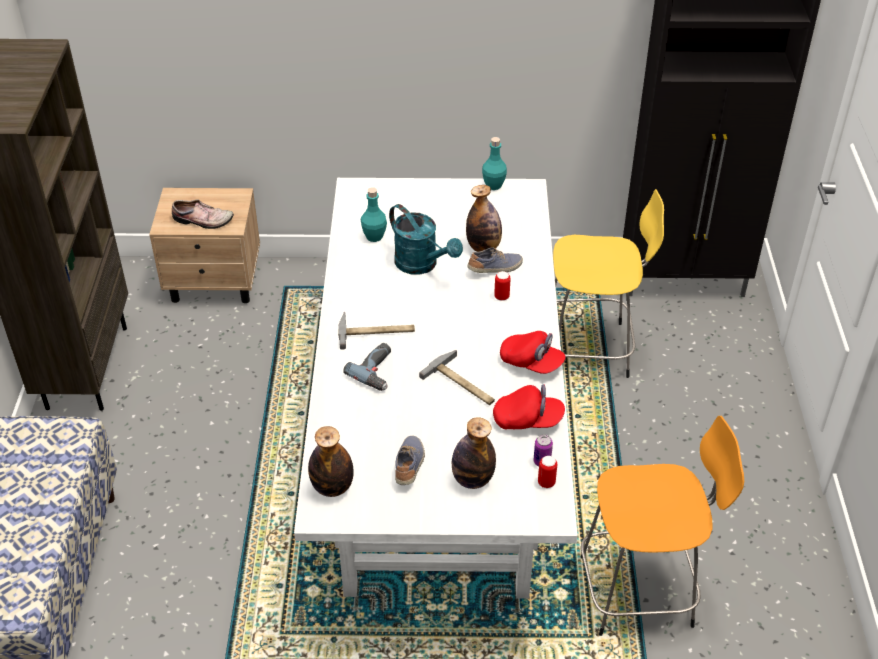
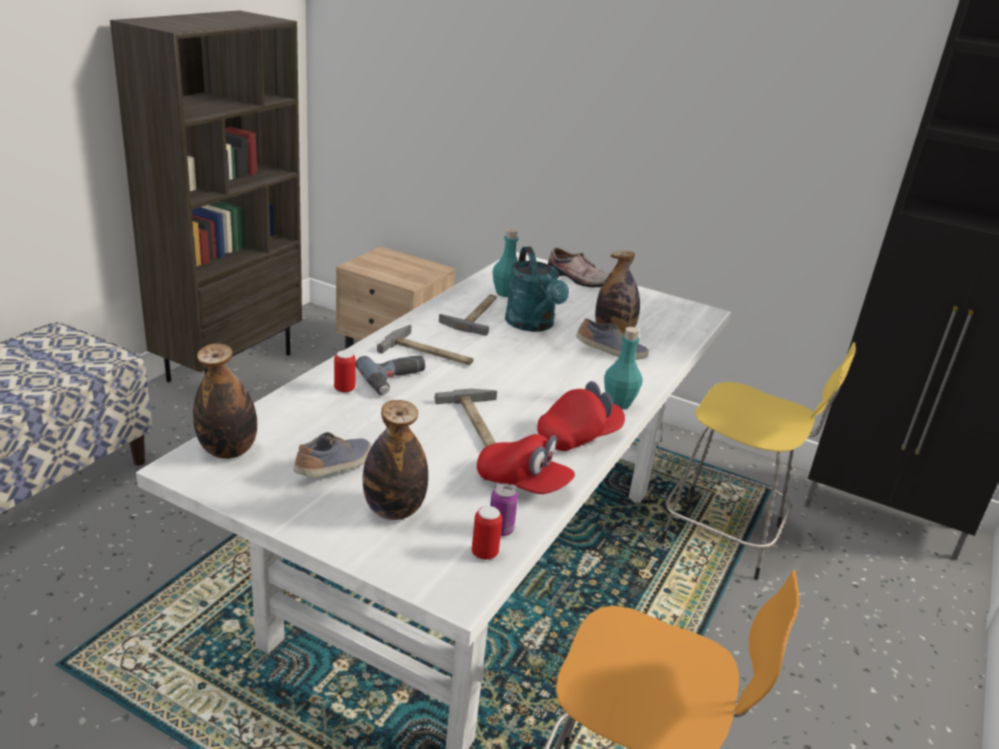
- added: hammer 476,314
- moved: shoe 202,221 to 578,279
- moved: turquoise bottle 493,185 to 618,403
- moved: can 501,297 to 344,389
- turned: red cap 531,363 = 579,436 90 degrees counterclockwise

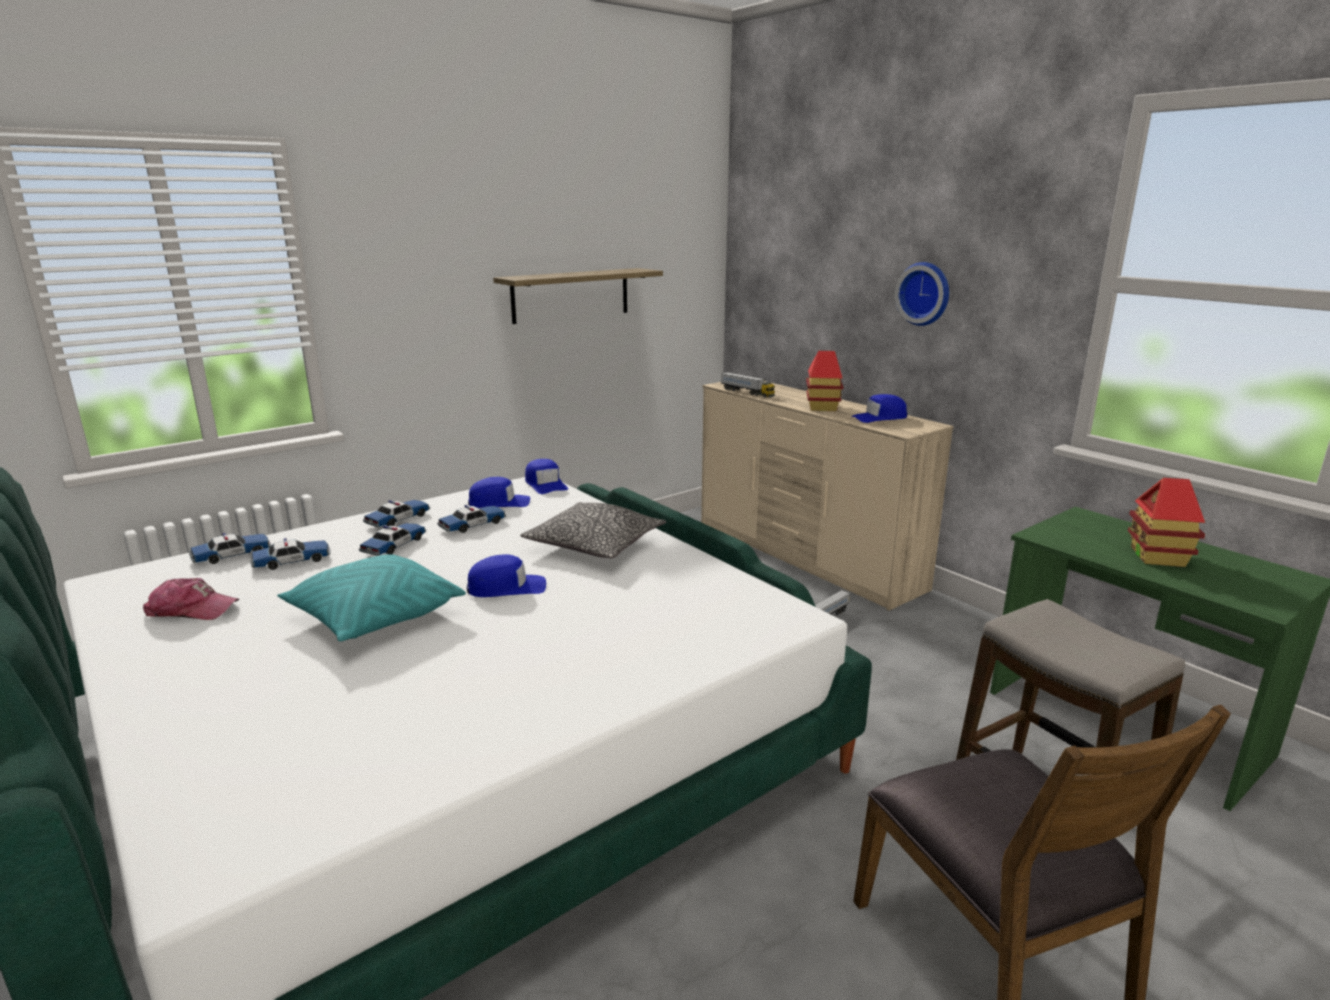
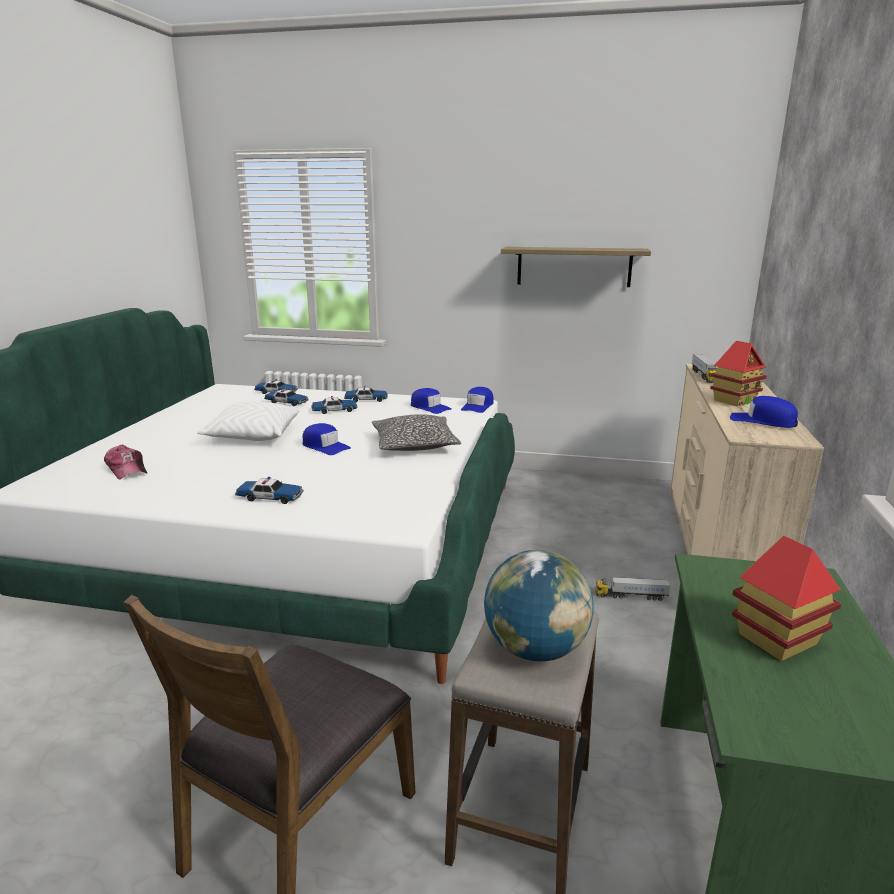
- removed: wall clock 925,293
- added: globe 535,649
- moved: cap 191,610 to 127,469
- moved: toy car 473,525 to 270,497
- recoloured: turquoise pillow 374,617 to white pillow 252,436

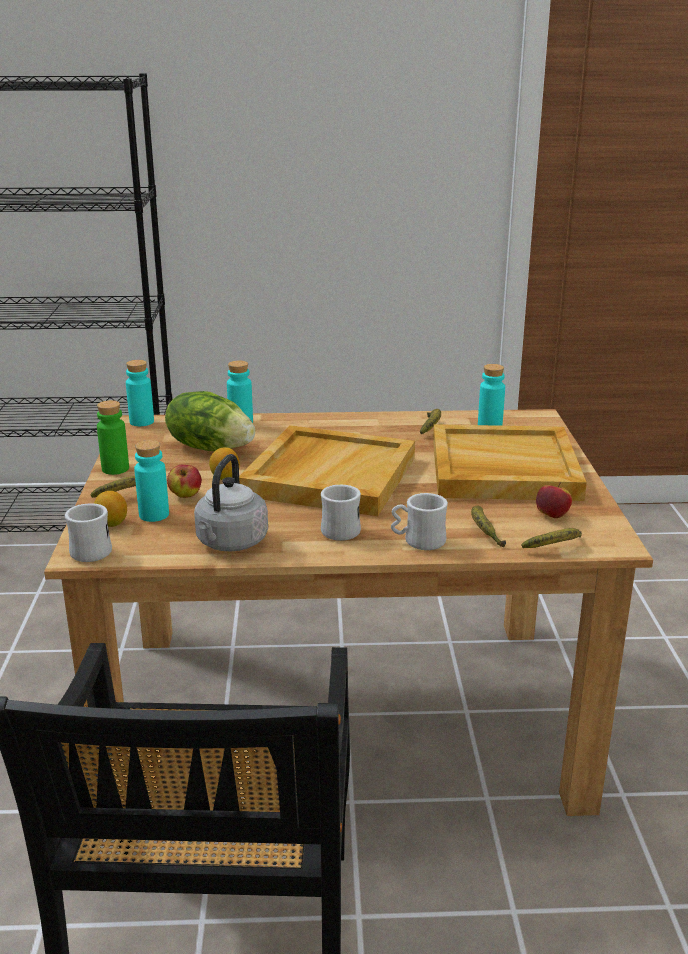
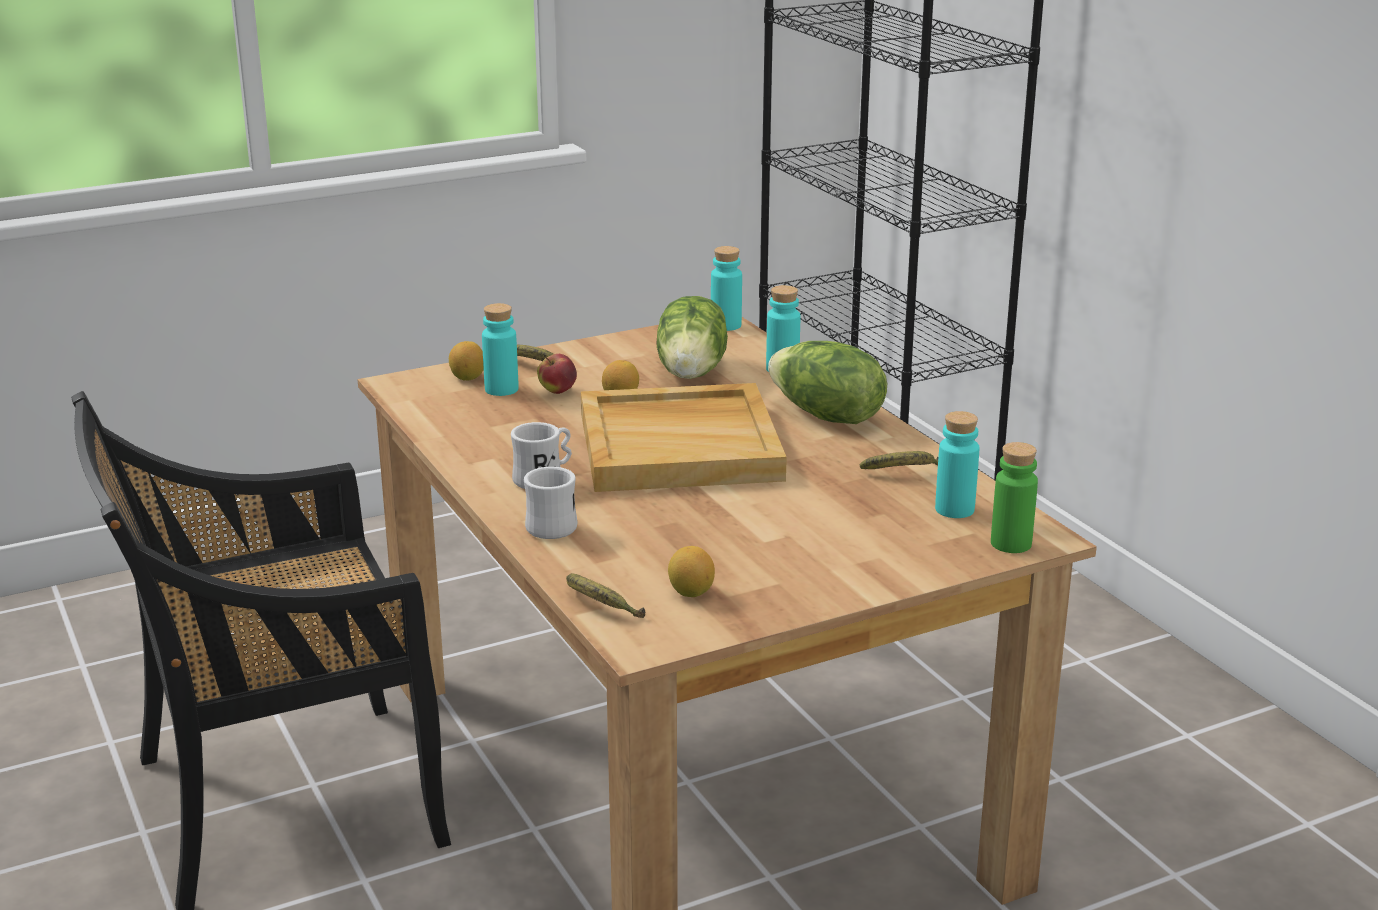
- removed: white mug 89,550
- removed: grey kettle 230,543
- removed: beige tray 502,469
- removed: banana 484,532
- added: lettuce 826,416
- moved: green bottle 115,469 to 1011,544
- replaced: apple 552,515 to lemon 690,592

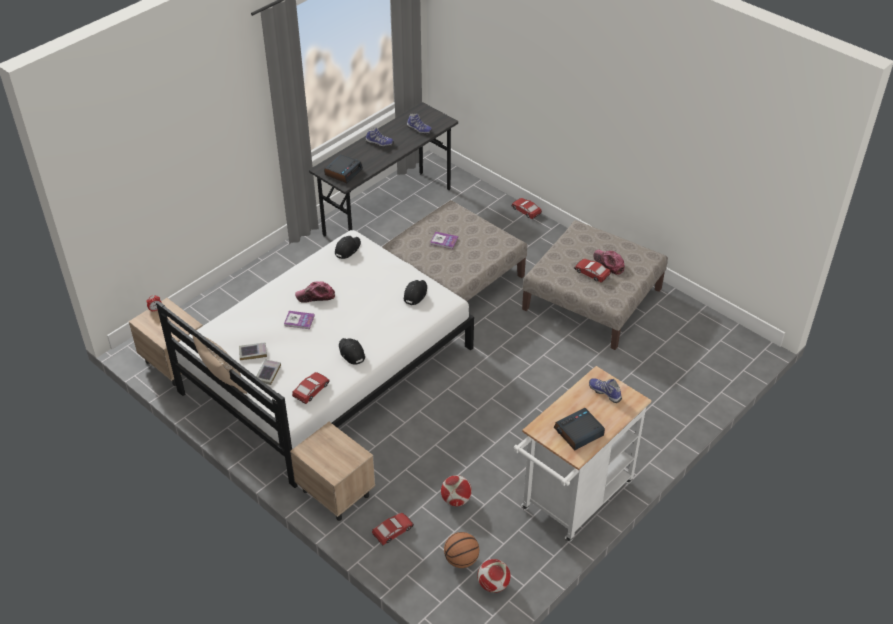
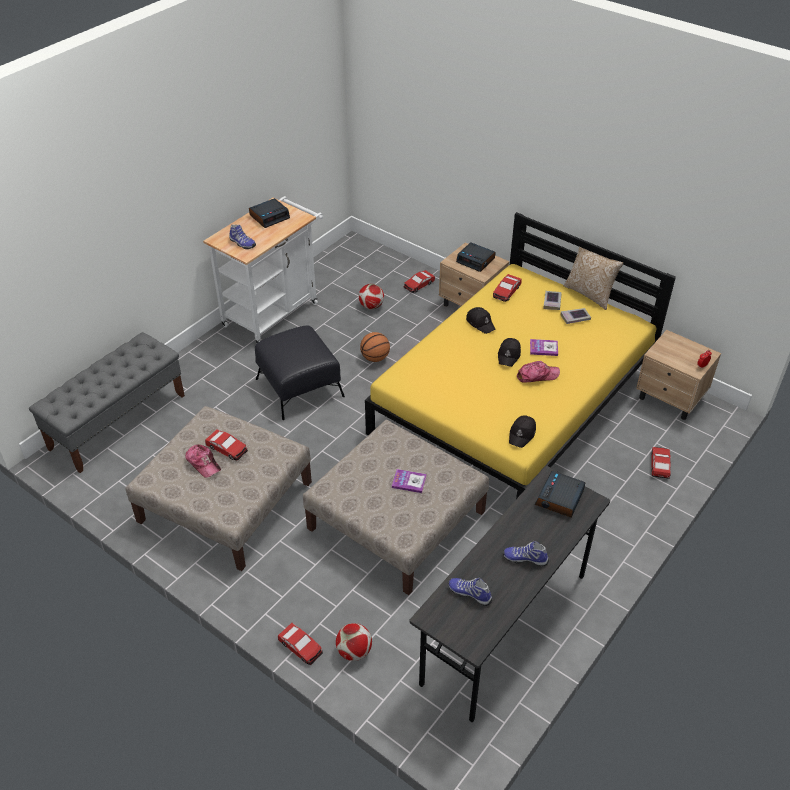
- added: grey bench 118,421
- added: black ottoman 299,388
- added: alarm clock 476,260
- added: toy car 659,465
- moved: black cap 415,294 to 509,355
- moved: basketball 461,560 to 375,358
- moved: football 493,585 to 354,651
- recoloured: white bed 327,369 to yellow bed 513,402

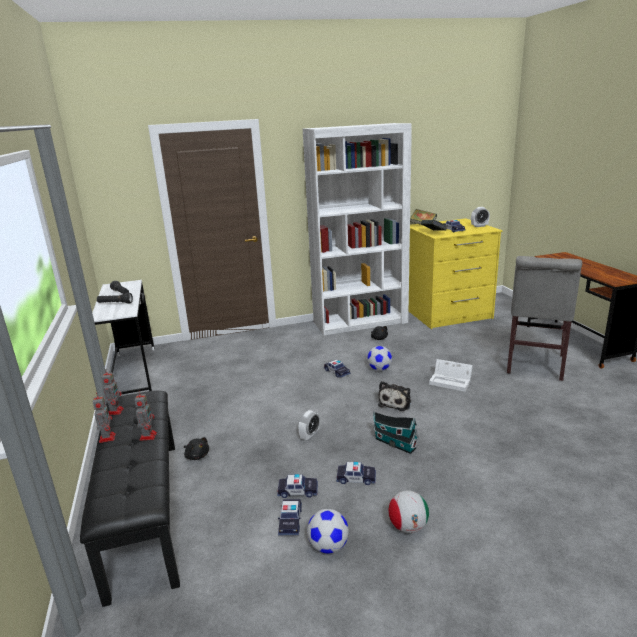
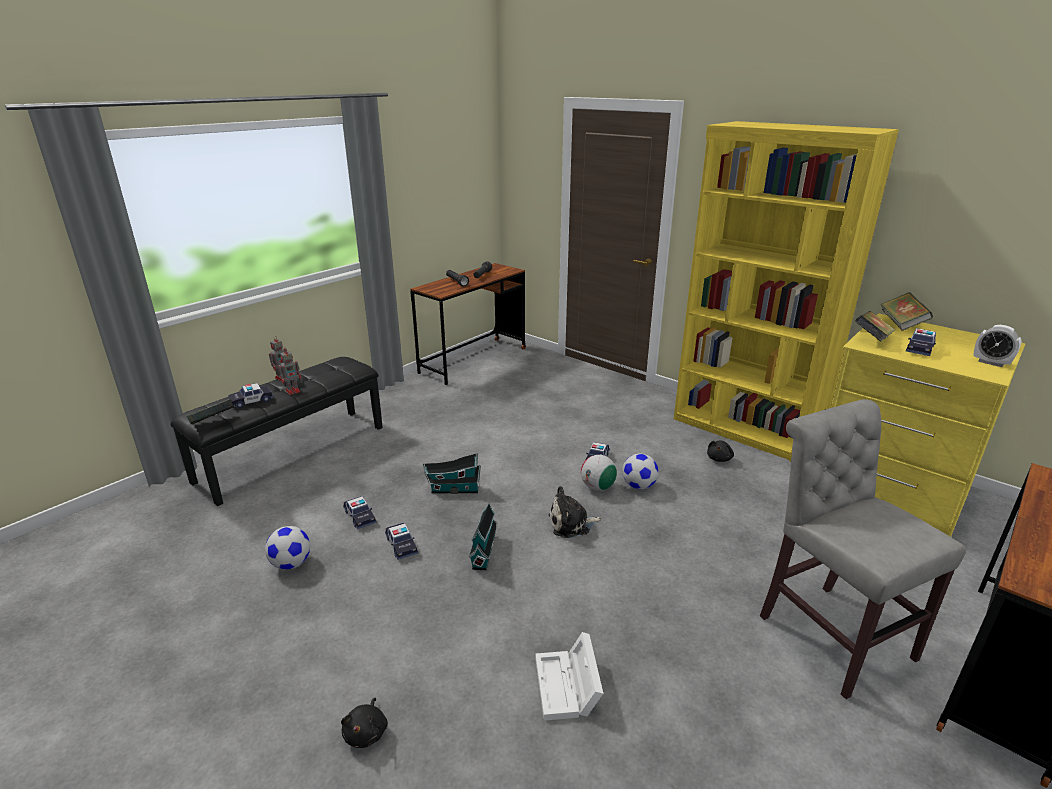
- removed: toy robot 115,411
- added: book 214,423
- moved: black plush toy 197,456 to 367,732
- moved: toy car 290,521 to 251,401
- moved: football 408,527 to 597,487
- moved: white storage box 451,381 to 568,688
- replaced: alarm clock 309,436 to toy house 453,489
- recoloured: white desk 133,375 to brown desk 473,360
- recoloured: white bookcase 360,322 to yellow bookcase 746,430
- turned: grey chair 534,366 = 829,632 75 degrees clockwise

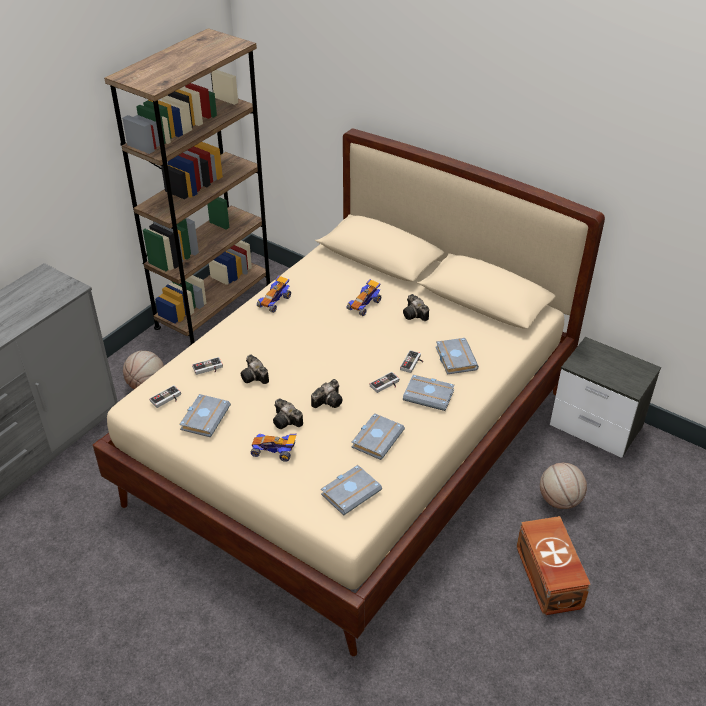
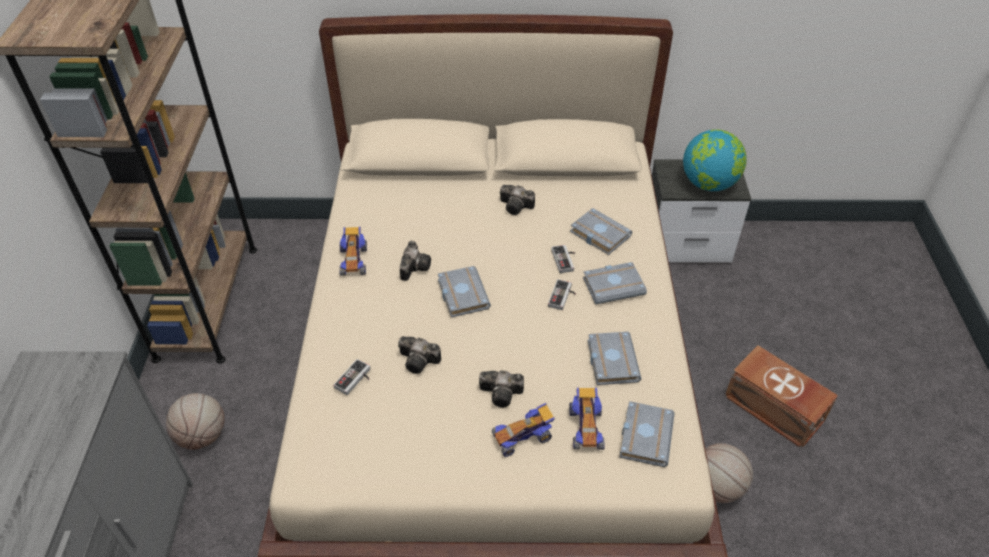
- removed: game controller 167,399
- added: globe 709,184
- moved: grey book 204,417 to 461,294
- moved: photo camera 329,401 to 414,266
- moved: toy car 364,304 to 586,427
- moved: basketball 559,500 to 716,488

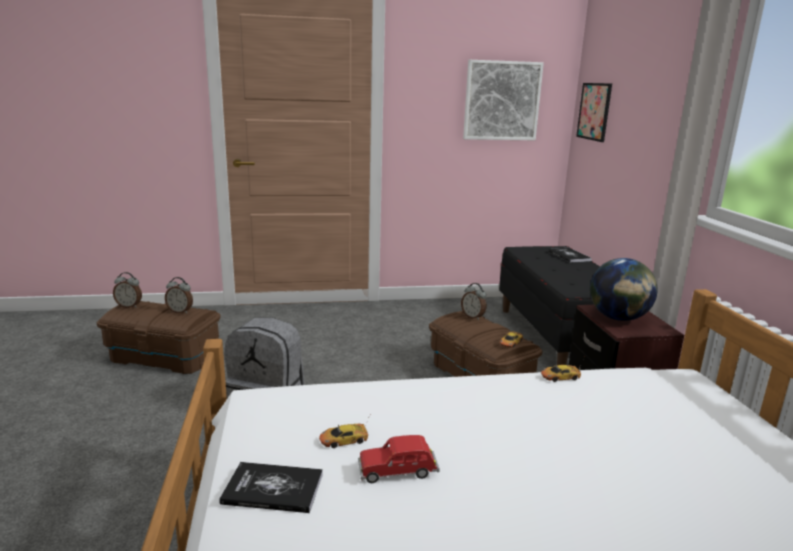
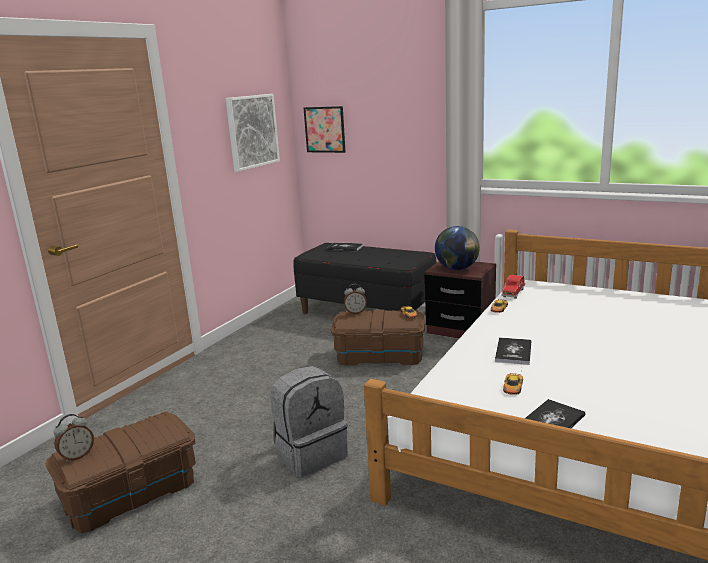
- removed: alarm clock 180,311
- added: book 513,352
- moved: red toy car 398,472 to 513,293

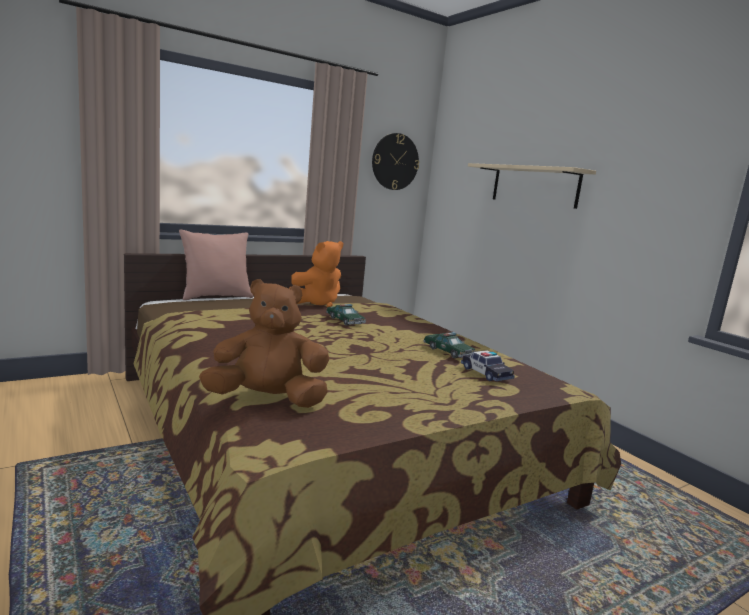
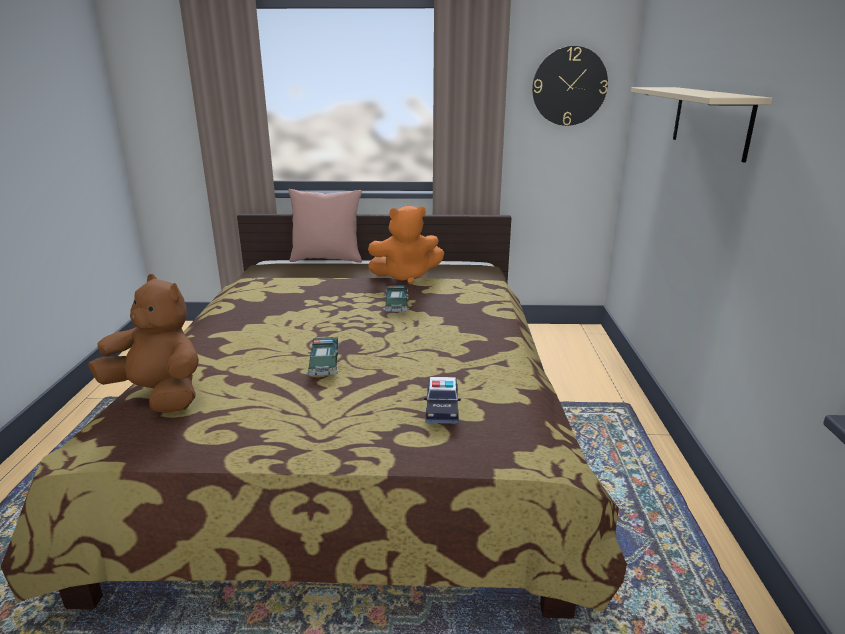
- moved: toy car 448,351 to 324,363

